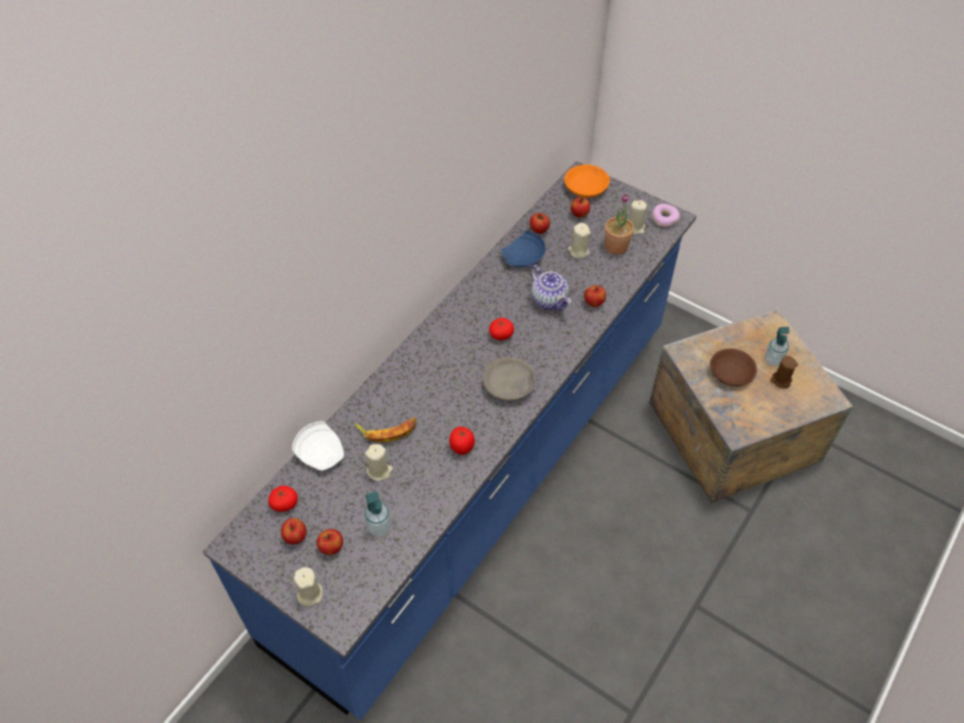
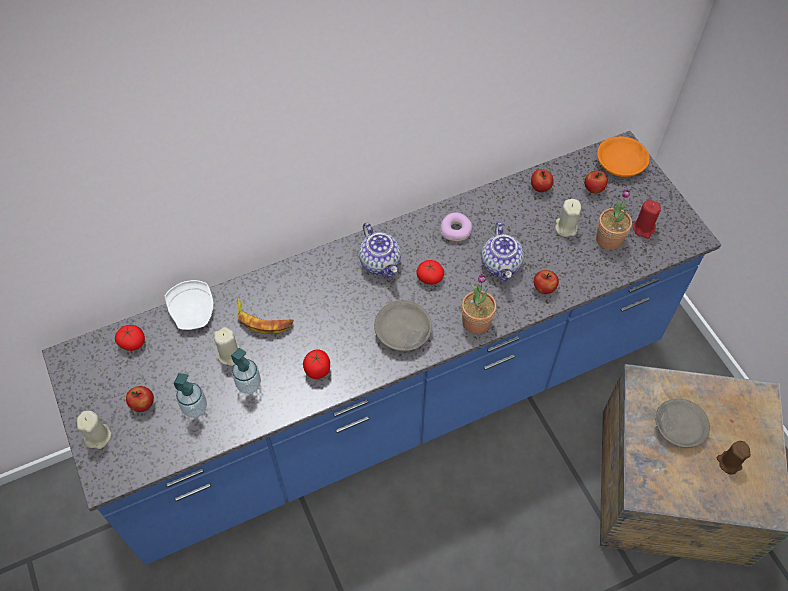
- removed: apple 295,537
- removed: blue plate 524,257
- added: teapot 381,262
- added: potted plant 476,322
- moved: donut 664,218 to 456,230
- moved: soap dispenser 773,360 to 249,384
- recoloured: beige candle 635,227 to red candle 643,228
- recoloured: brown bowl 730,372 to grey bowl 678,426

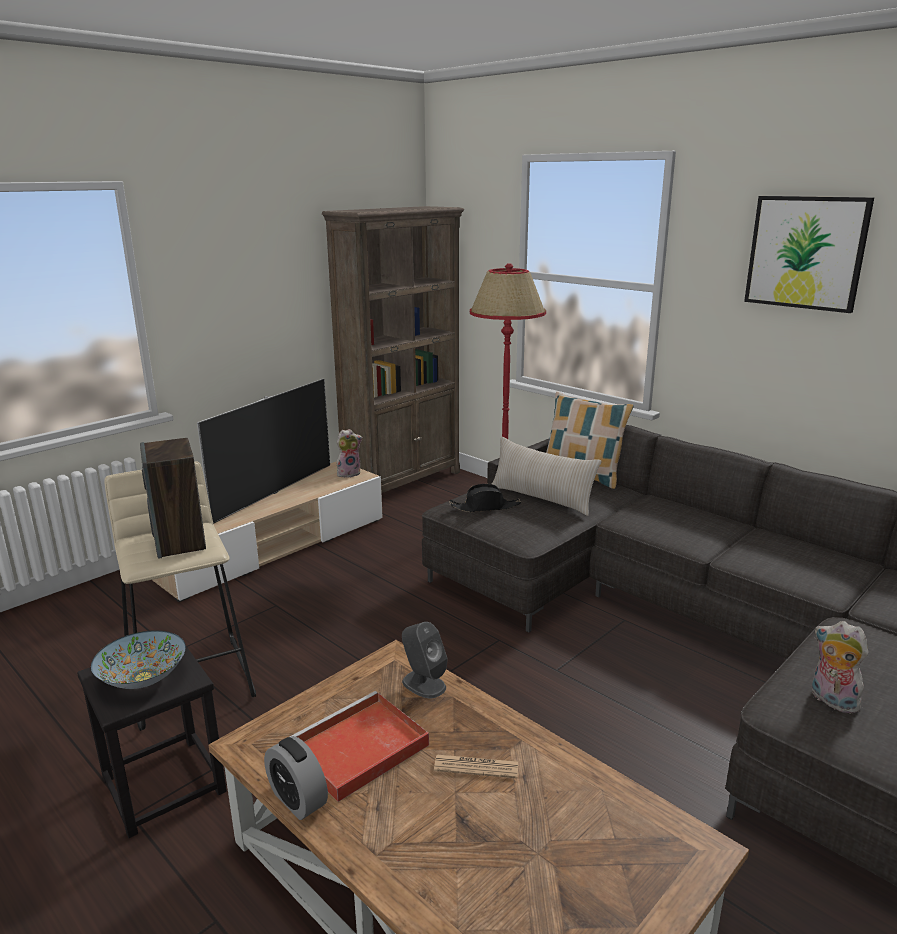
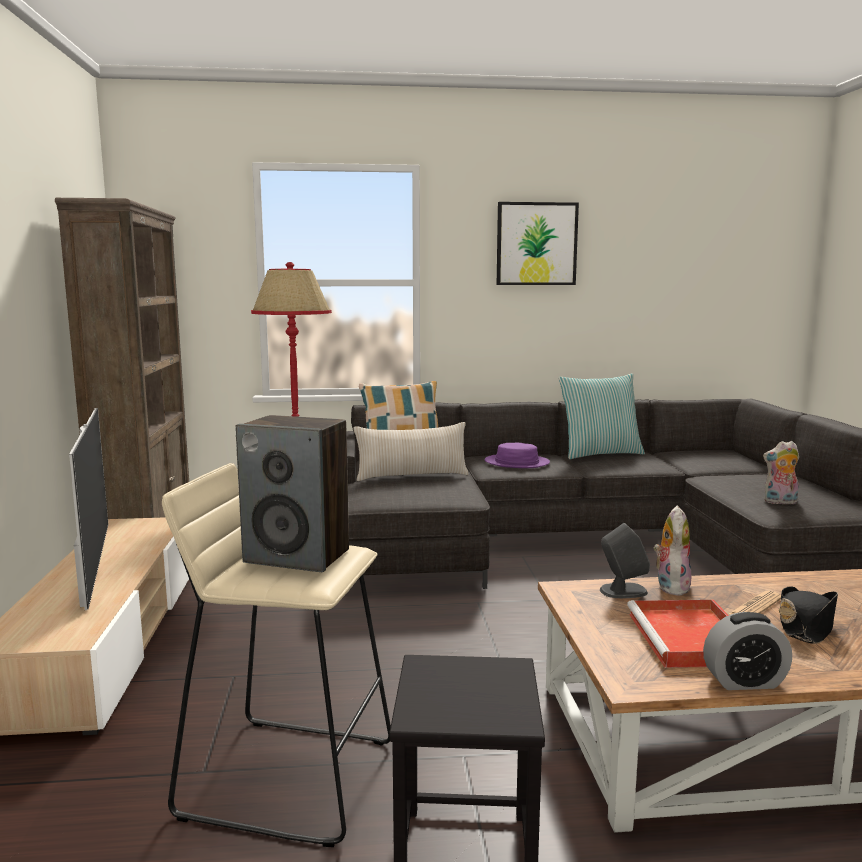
- removed: bowl 142,678
- added: purple hat 516,463
- added: pillow 599,454
- moved: plush toy 349,473 to 670,586
- moved: black hat 485,507 to 806,626

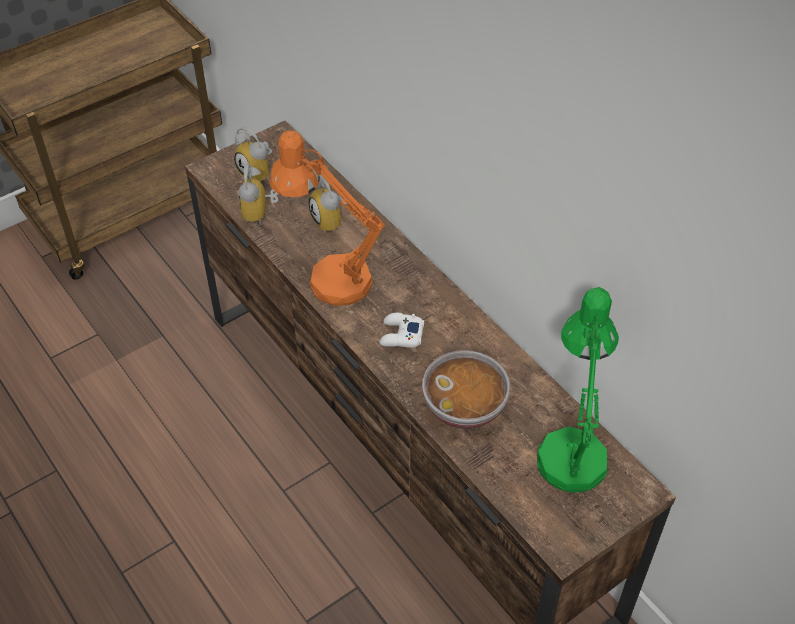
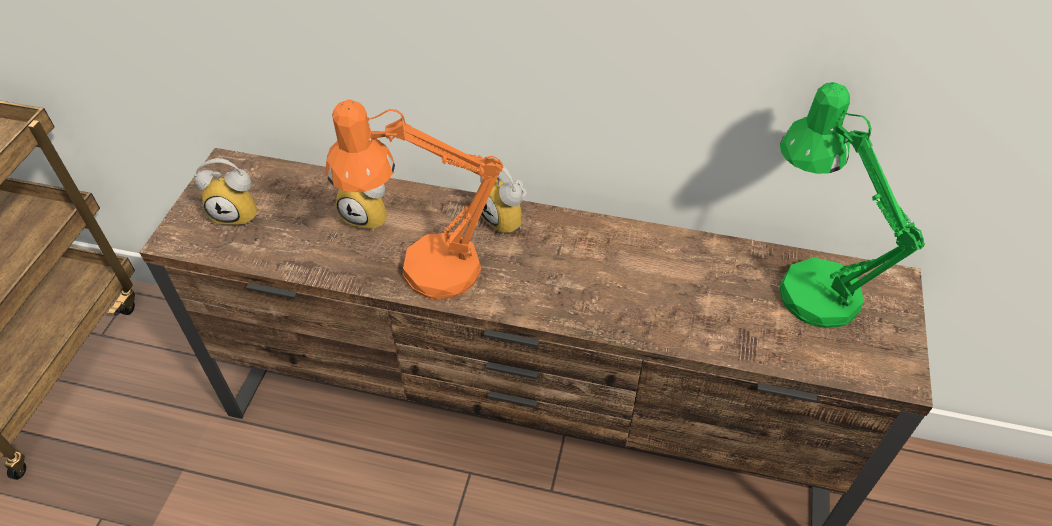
- removed: white game controller 401,335
- removed: bowl 465,406
- moved: alarm clock 260,214 to 508,219

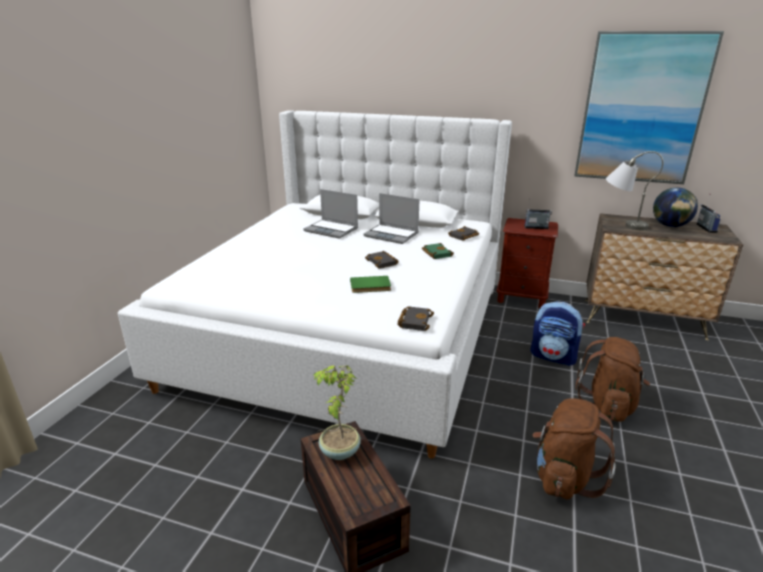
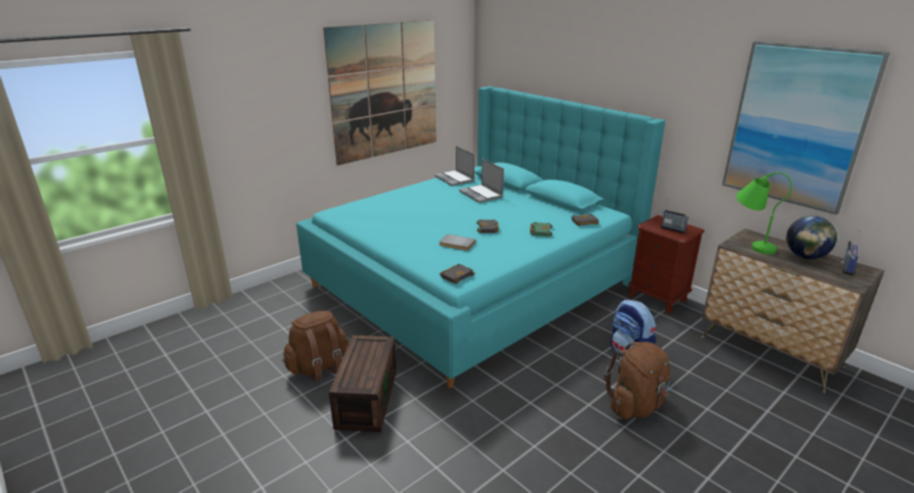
- removed: potted plant 338,451
- added: picture 385,91
- moved: laptop 392,235 to 455,179
- moved: brown backpack 564,477 to 319,367
- recoloured: white bed 349,331 to turquoise bed 474,283
- recoloured: green book 370,286 to grey book 456,244
- recoloured: grey table lamp 621,224 to green table lamp 750,243

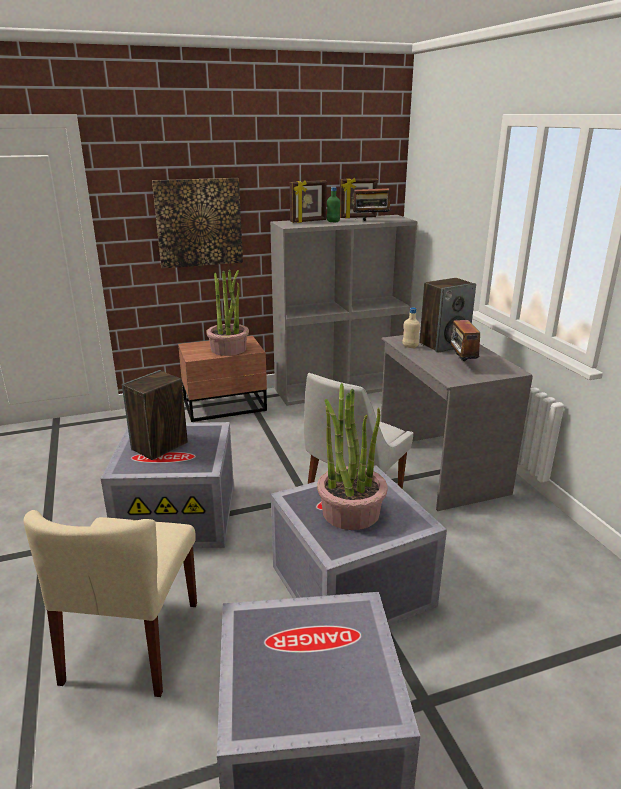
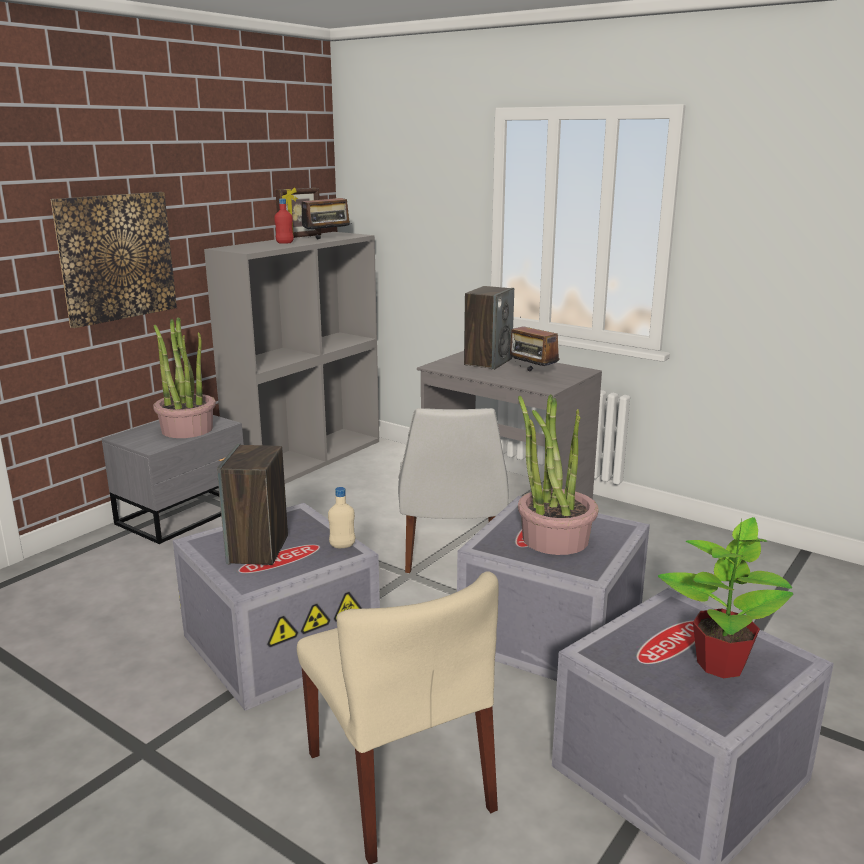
- removed: picture frame 308,221
- added: potted plant 720,663
- moved: beige bottle 410,347 to 342,546
- recoloured: brown nightstand 226,406 to grey nightstand 185,514
- recoloured: green bottle 333,221 to red bottle 285,243

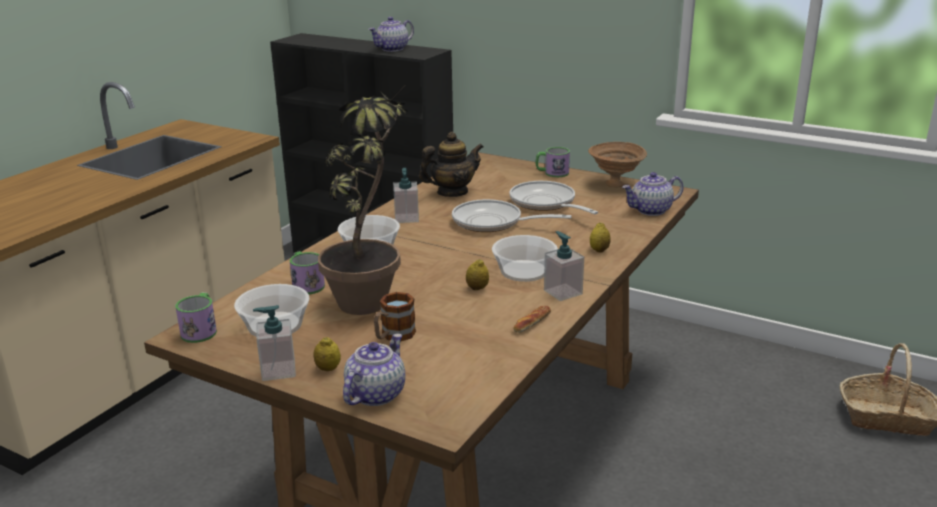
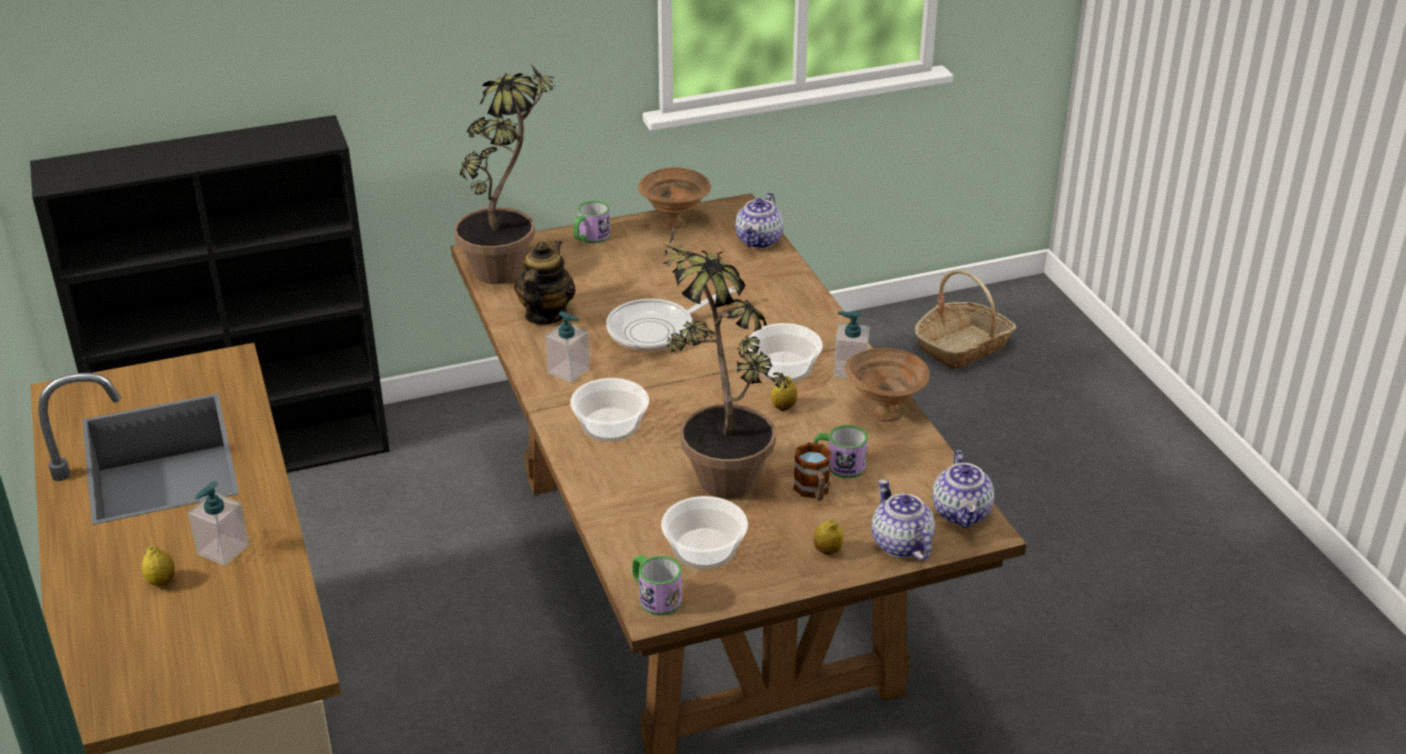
- removed: frying pan 546,203
- added: potted plant 509,264
- moved: soap dispenser 278,370 to 223,550
- moved: mug 306,284 to 839,465
- moved: teapot 392,49 to 962,513
- moved: lemon 599,250 to 161,581
- replaced: bread 532,323 to brown bowl 882,412

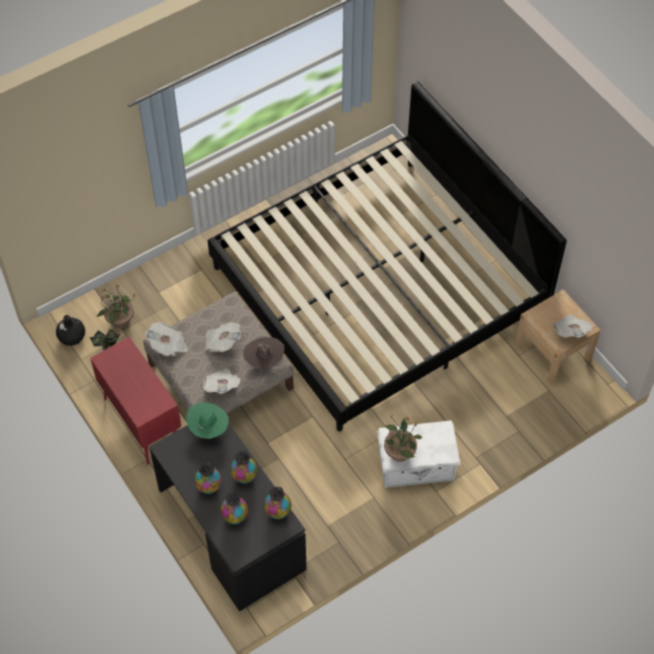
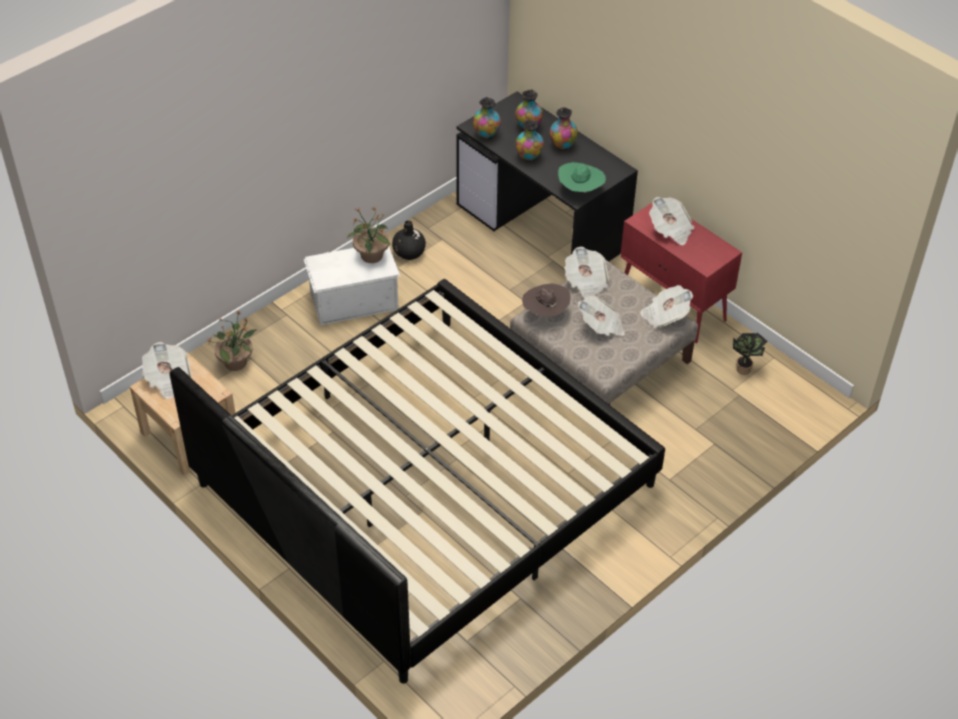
- added: newspaper 670,230
- moved: black vase 72,337 to 409,253
- moved: potted plant 120,320 to 236,362

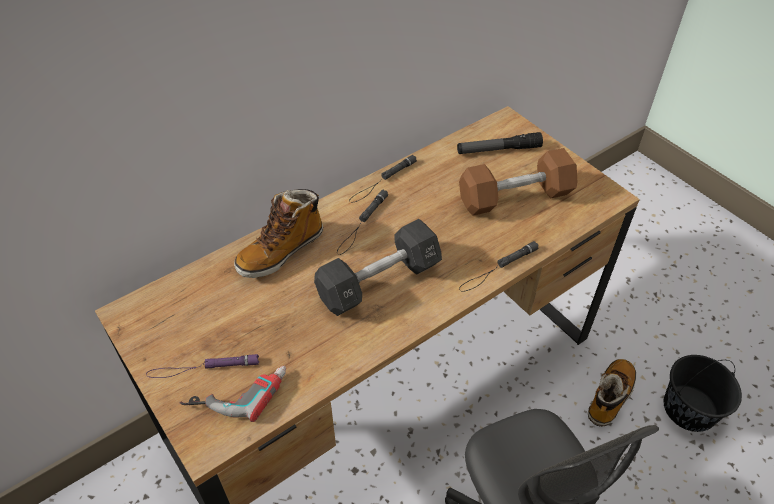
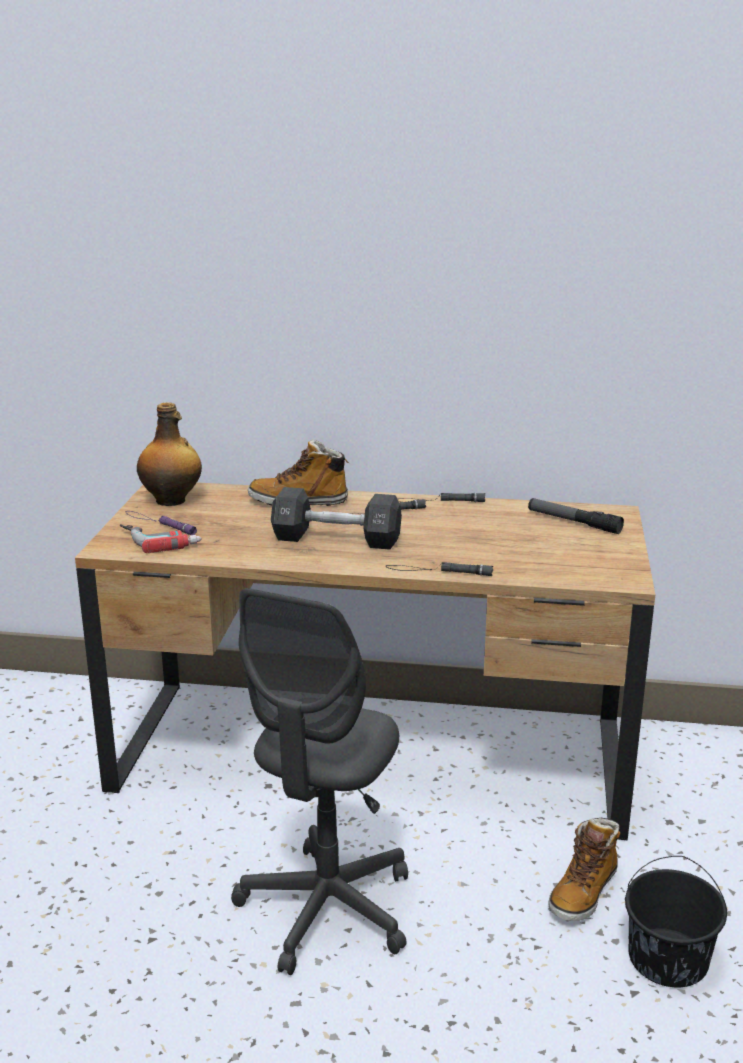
- removed: brown dumbbell 515,197
- added: bottle 172,501
- turned: boot 610,397 = 583,892 135 degrees clockwise

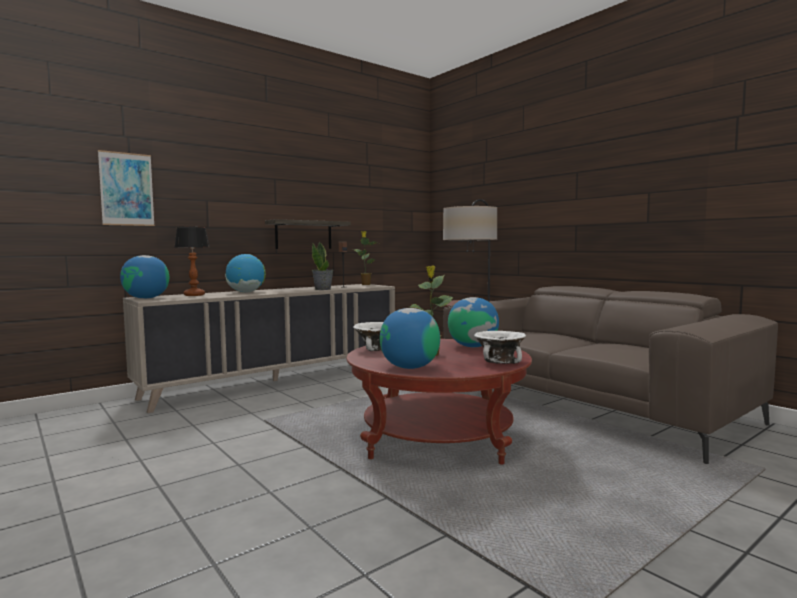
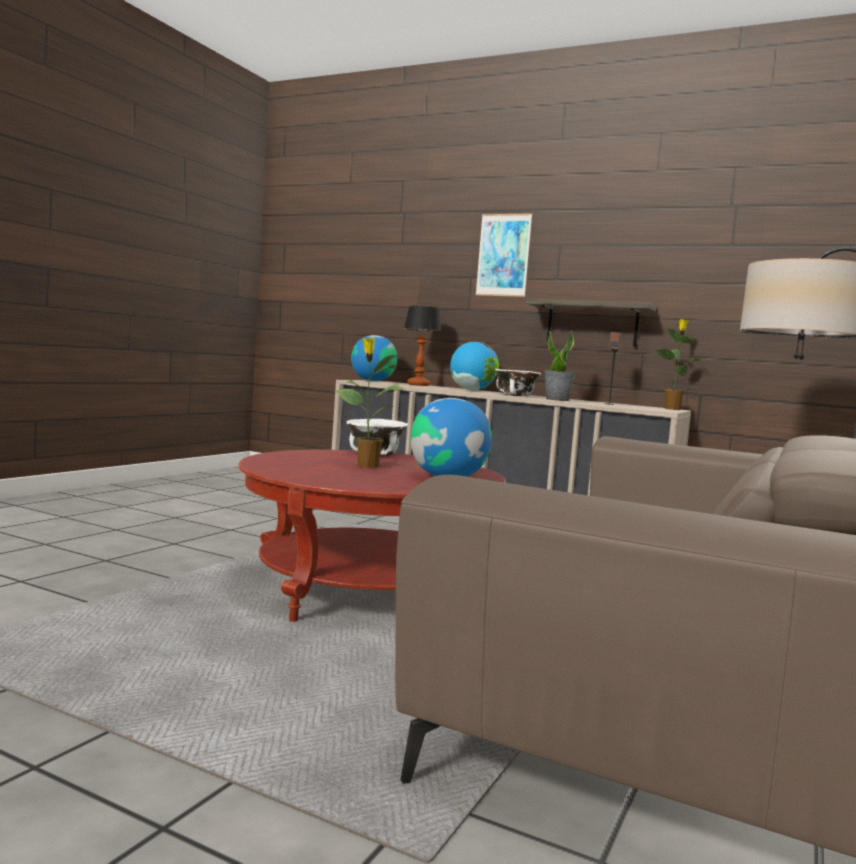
- removed: globe 410,367
- moved: picture 126,189 to 503,255
- moved: white bowl 500,361 to 515,395

